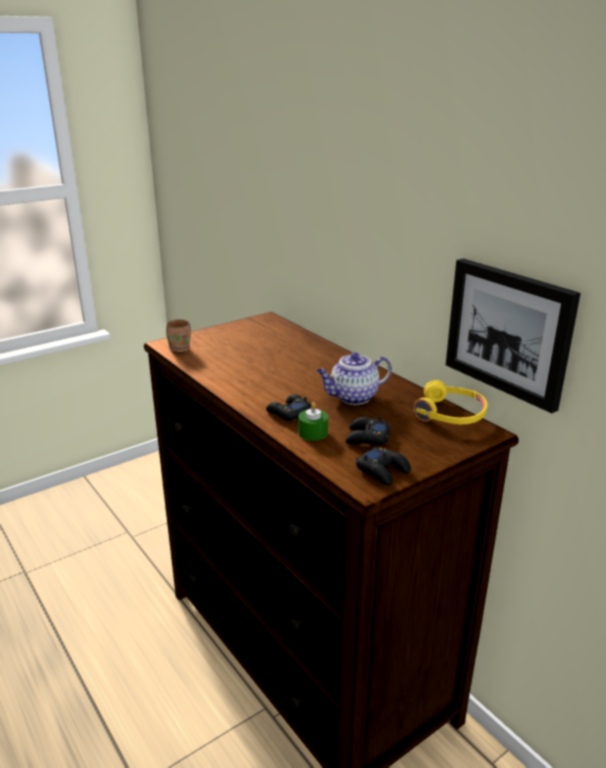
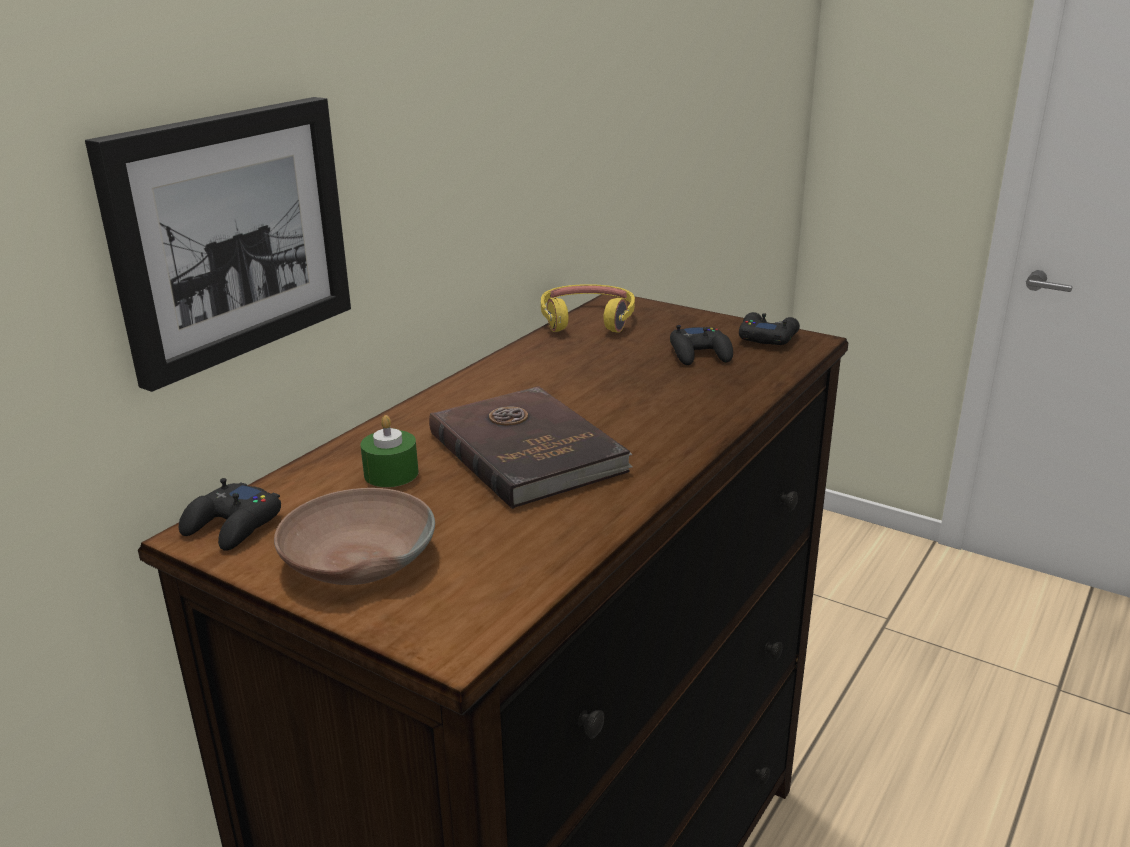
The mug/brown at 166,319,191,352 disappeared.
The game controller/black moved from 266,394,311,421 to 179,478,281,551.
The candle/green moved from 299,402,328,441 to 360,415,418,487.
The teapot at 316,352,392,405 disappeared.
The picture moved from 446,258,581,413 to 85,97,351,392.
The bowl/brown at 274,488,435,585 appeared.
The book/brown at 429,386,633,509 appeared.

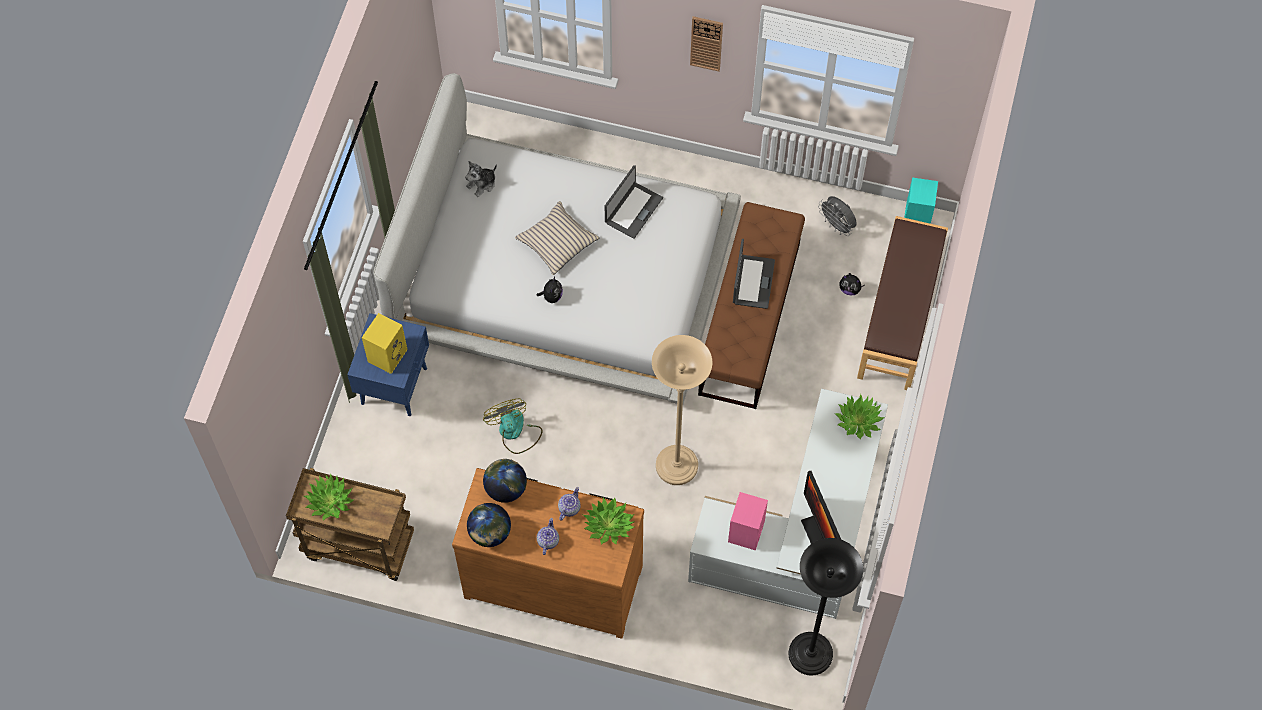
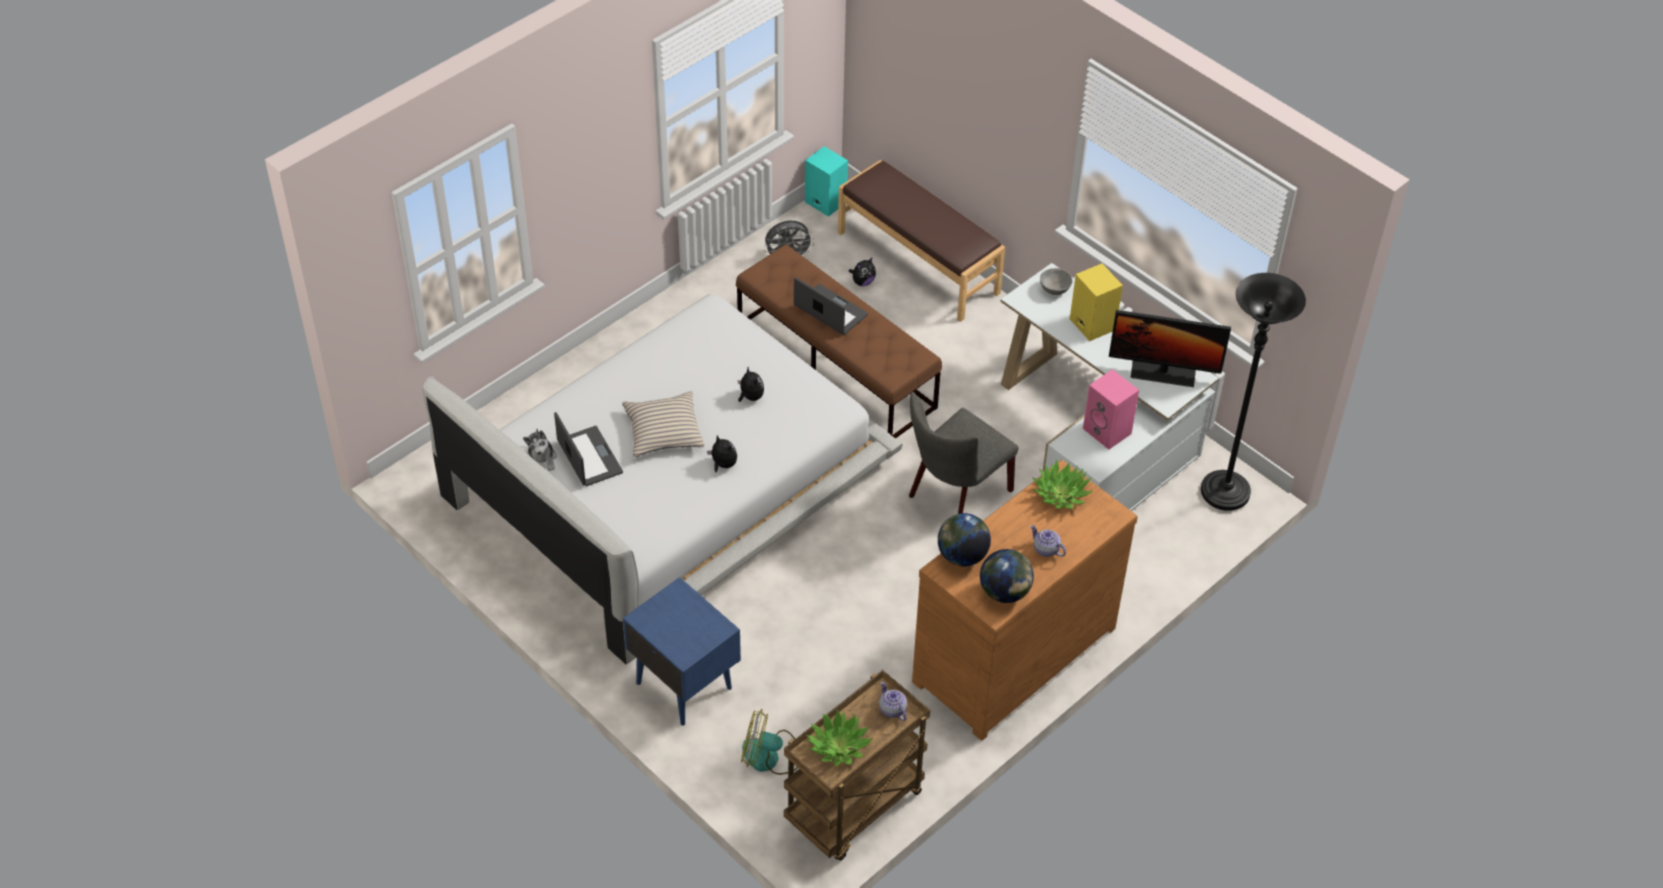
The speaker/yellow moved from 362,313,408,374 to 1070,263,1123,341.
The fan moved from 483,399,543,454 to 741,709,798,775.
The teapot moved from 558,487,581,521 to 879,681,907,721.
The laptop moved from 605,165,663,239 to 554,412,623,486.
The floor lamp/beige at 652,335,712,485 was replaced by the chair/grey at 909,392,1018,514.
The wall clock at 690,16,723,71 disappeared.
The potted plant at 835,394,885,439 was replaced by the bowl/grey at 1040,268,1072,295.
The plush toy at 738,367,764,402 appeared.

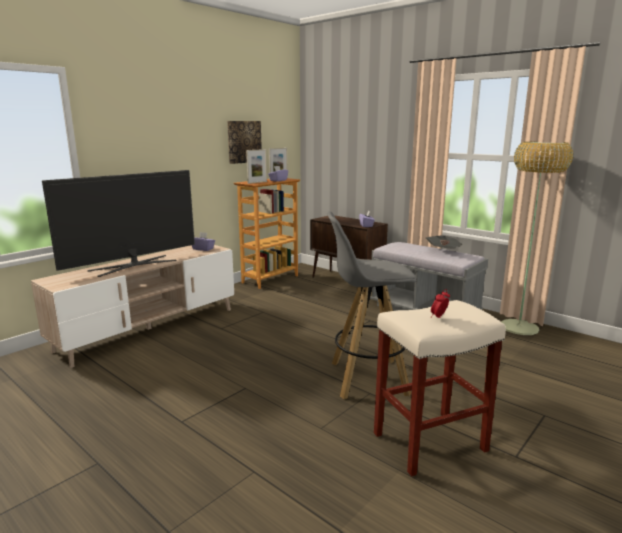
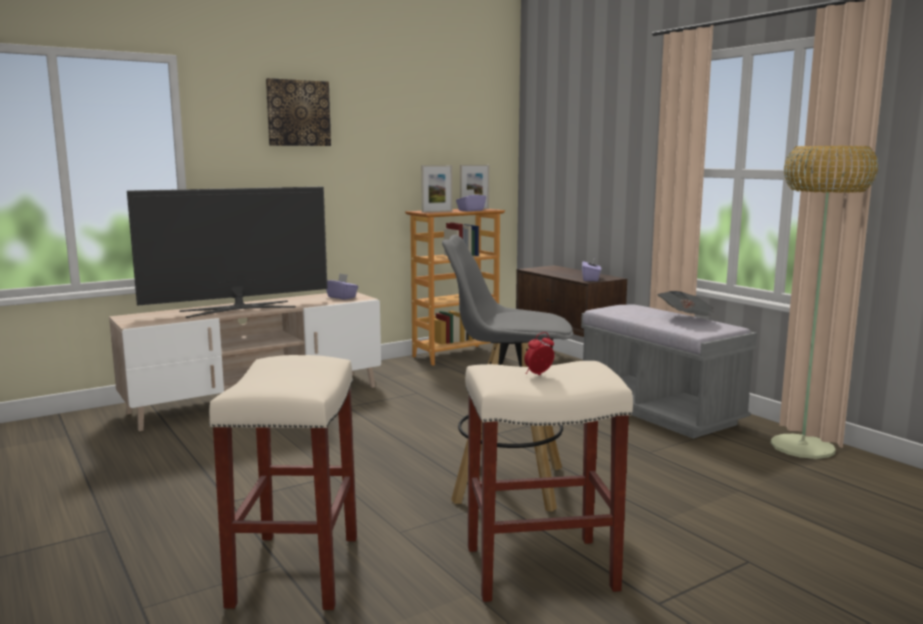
The picture moved from 227,121,262,164 to 266,78,331,146.
The stool/beige at 209,355,357,610 appeared.

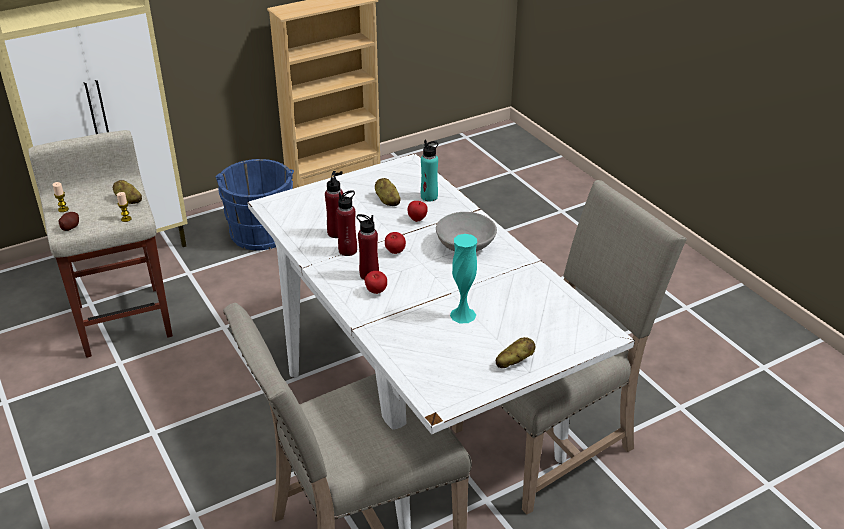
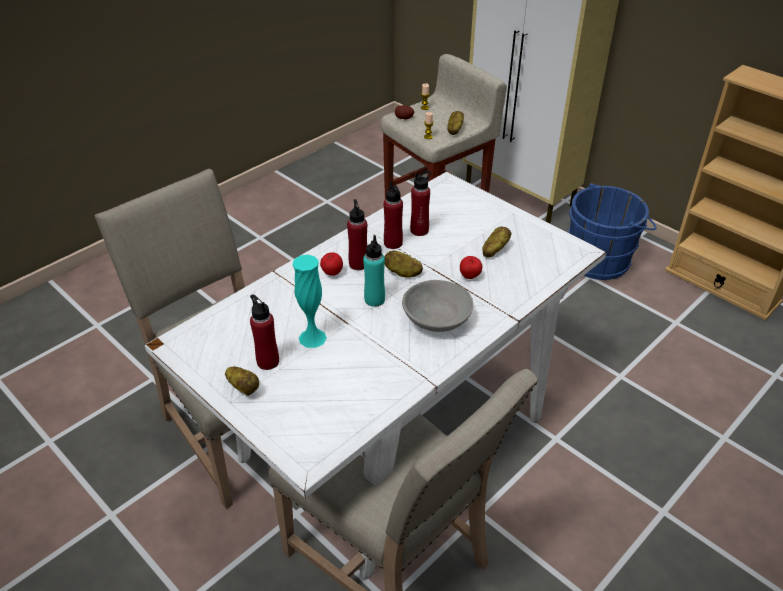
The apple at 385,232,406,254 was replaced by the potato at 384,250,423,278.
The bottle/turquoise moved from 421,140,438,202 to 363,235,385,307.
The bottle/red at 250,294,279,370 appeared.

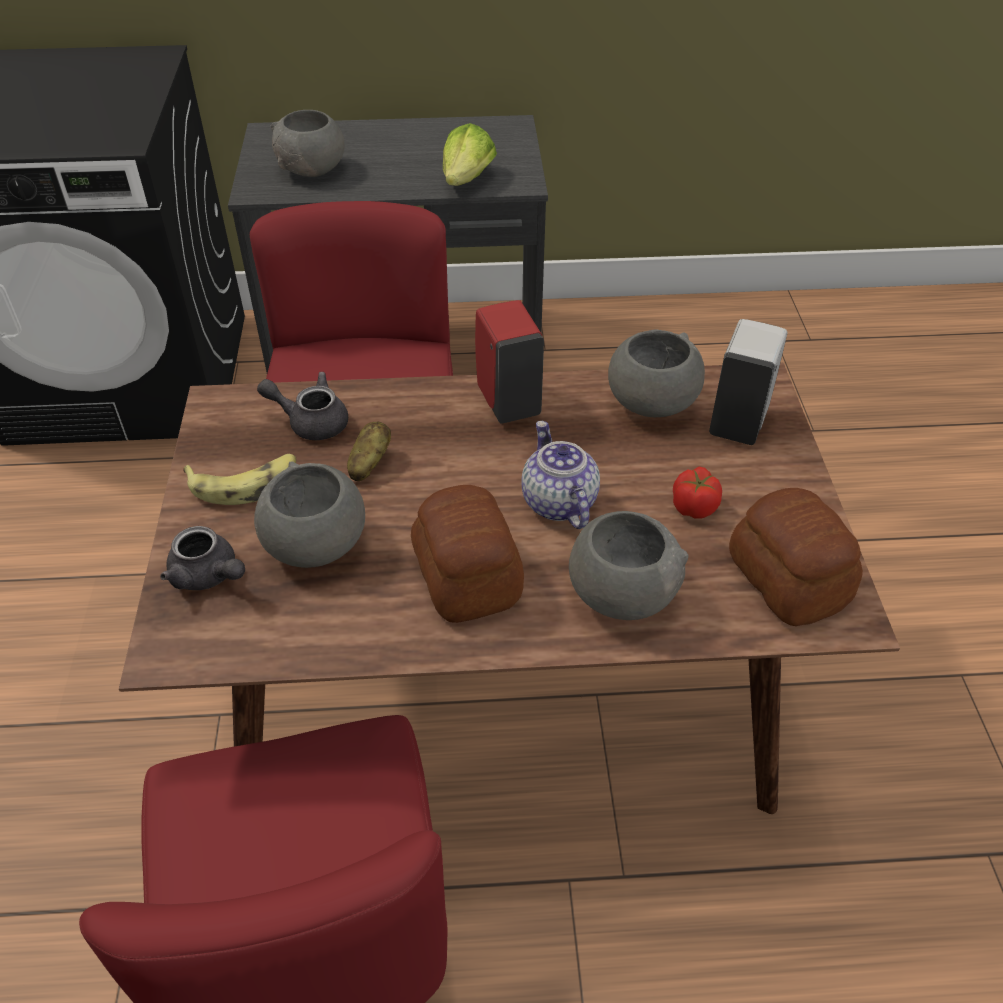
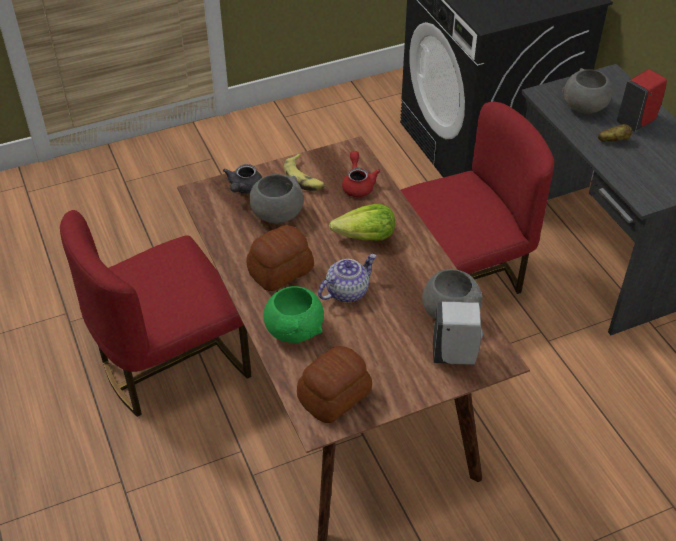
The teapot/grey at 257,372,348,440 became the teapot/red at 342,151,380,197.
The potato moved from 347,422,391,481 to 598,124,632,142.
The lettuce moved from 443,123,497,186 to 329,204,395,241.
The soap dispenser/red moved from 475,300,544,424 to 617,69,667,132.
The bowl/grey at 569,511,689,620 became the bowl/green at 264,286,324,343.
The tomato at 673,467,722,519 disappeared.

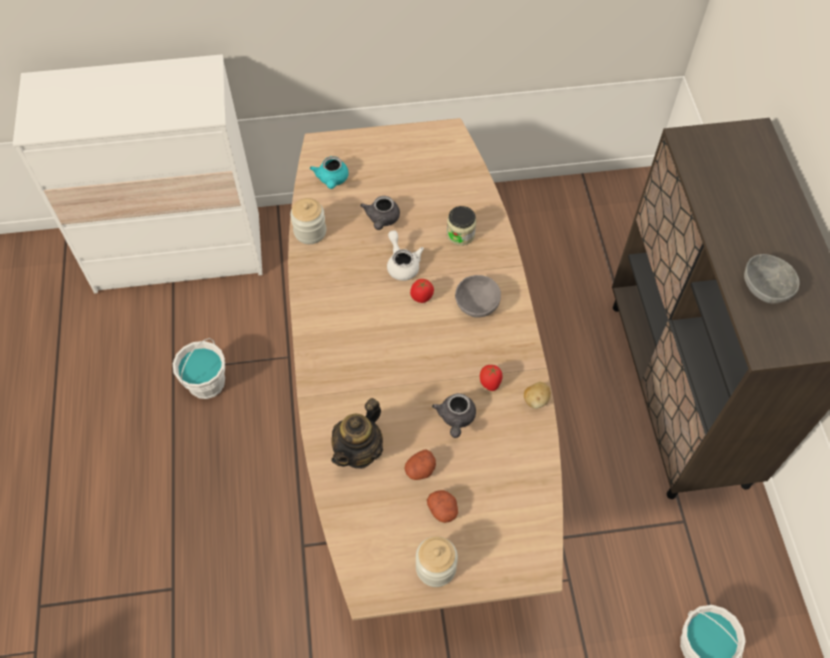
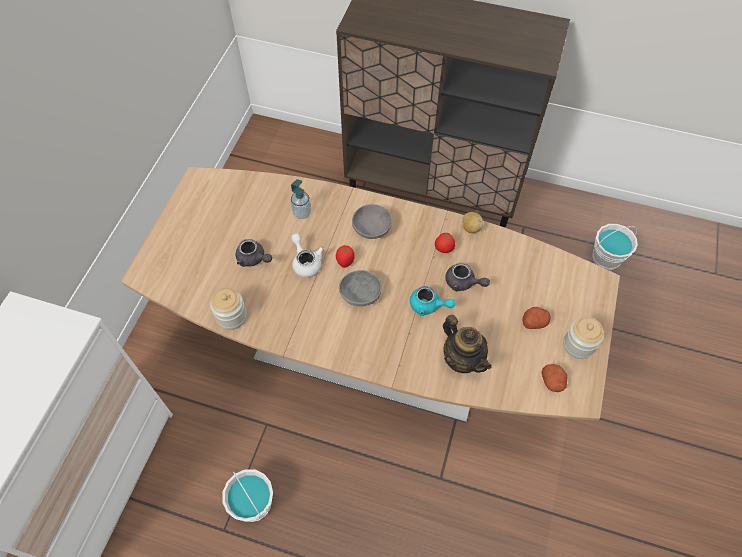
The teapot/turquoise moved from 310,156,349,189 to 410,286,455,316.
The teapot/white at 387,231,424,281 turned 60 degrees clockwise.
The potato moved from 404,449,436,480 to 542,364,568,392.
The jar at 447,206,476,246 was replaced by the soap dispenser at 290,179,311,219.
The bowl/grey moved from 744,254,800,304 to 339,270,382,306.

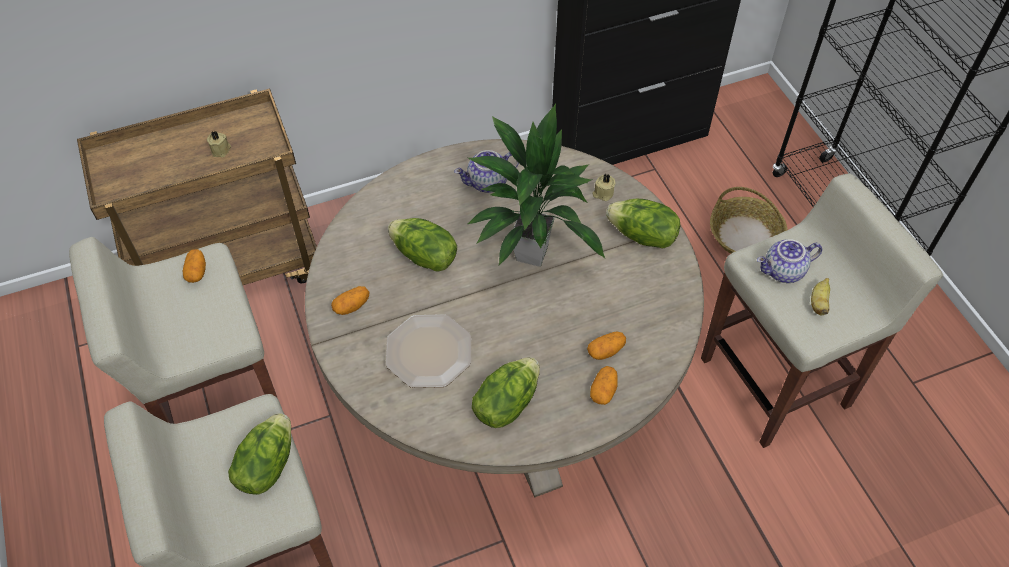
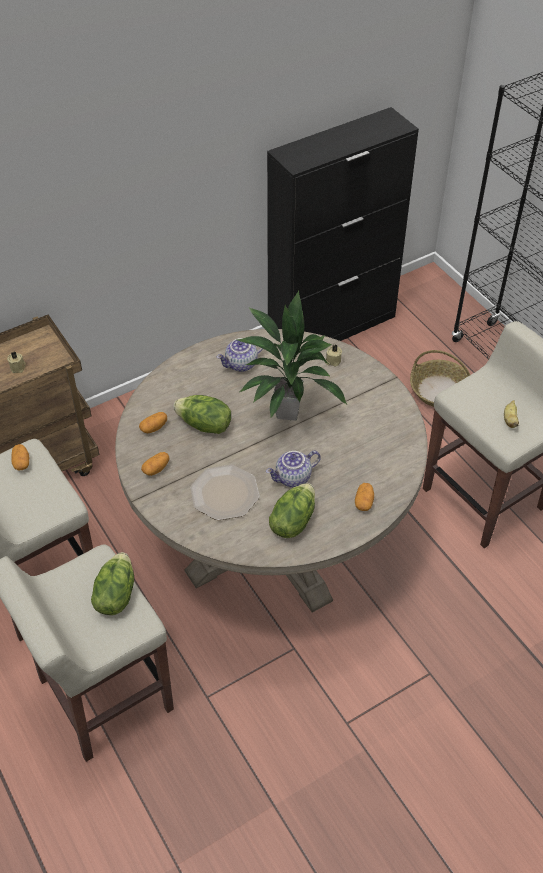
The potato moved from 587,331,626,360 to 139,412,167,433.
The lettuce at 606,199,680,248 disappeared.
The teapot moved from 757,239,822,283 to 266,450,321,487.

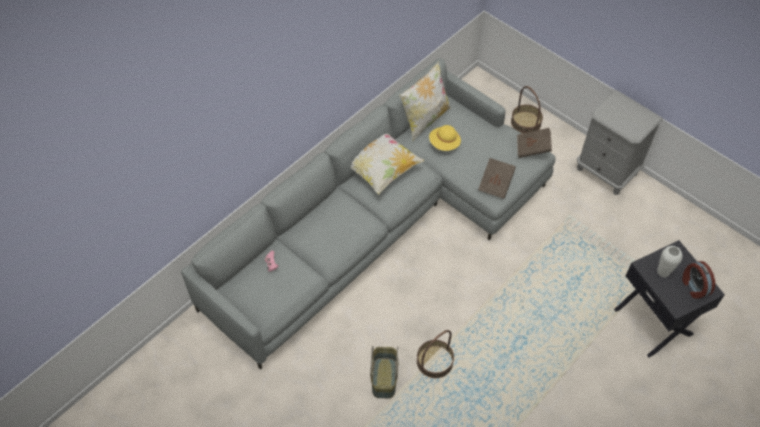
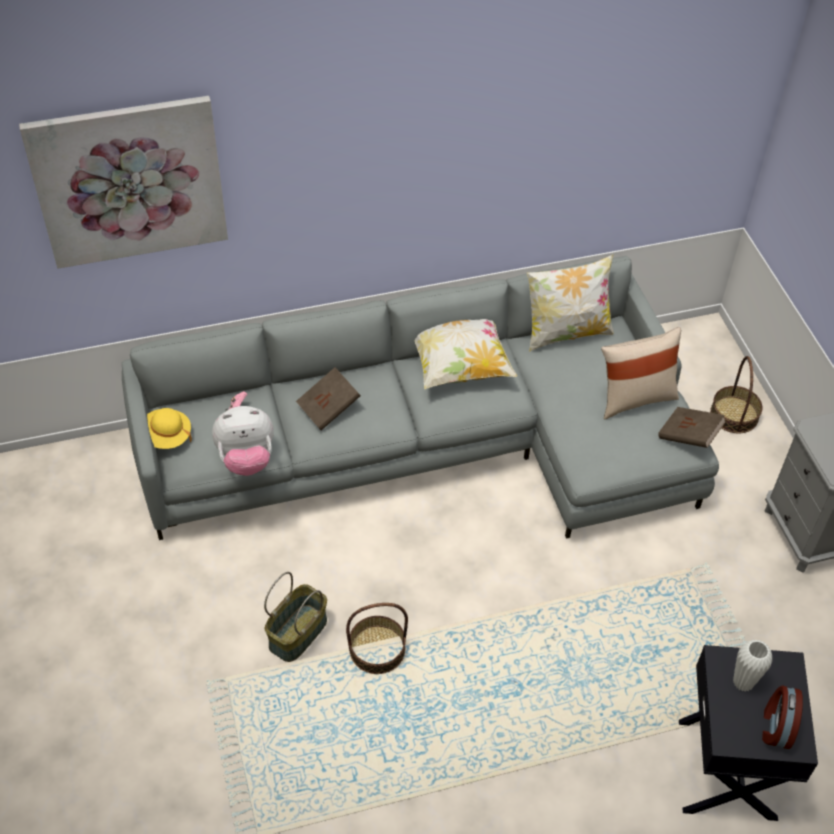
The hat/yellow moved from 429,125,461,151 to 147,408,192,449.
The book/brown moved from 479,158,516,199 to 296,367,361,430.
The picture at 19,96,228,269 appeared.
The plush toy at 212,406,273,476 appeared.
The pillow/beige at 601,327,681,419 appeared.

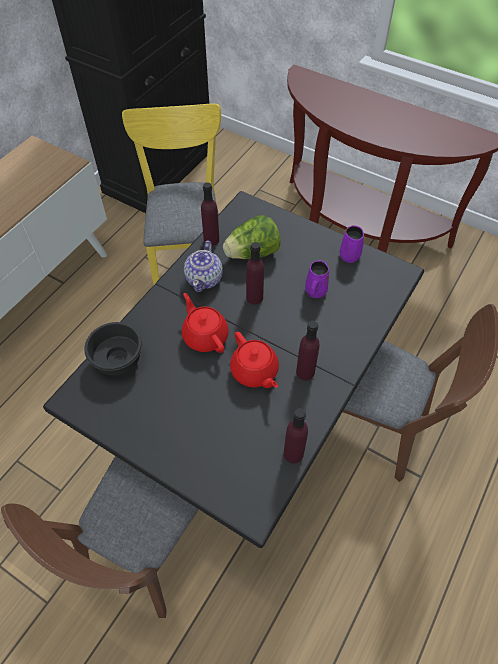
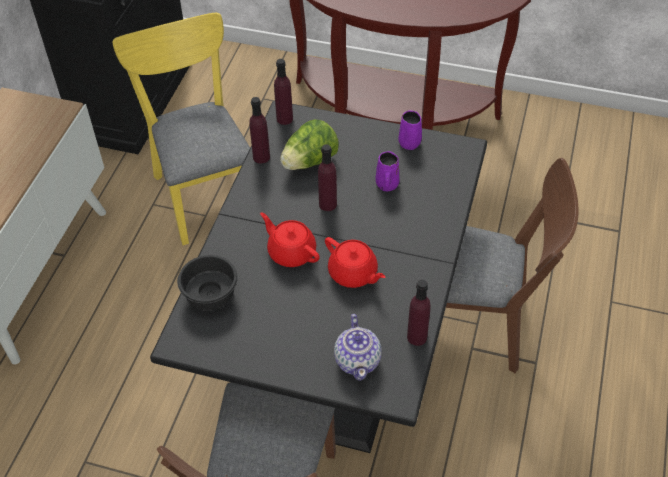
The teapot moved from 184,240,223,292 to 334,314,382,381.
The bottle/purple moved from 296,321,320,380 to 274,59,293,125.

